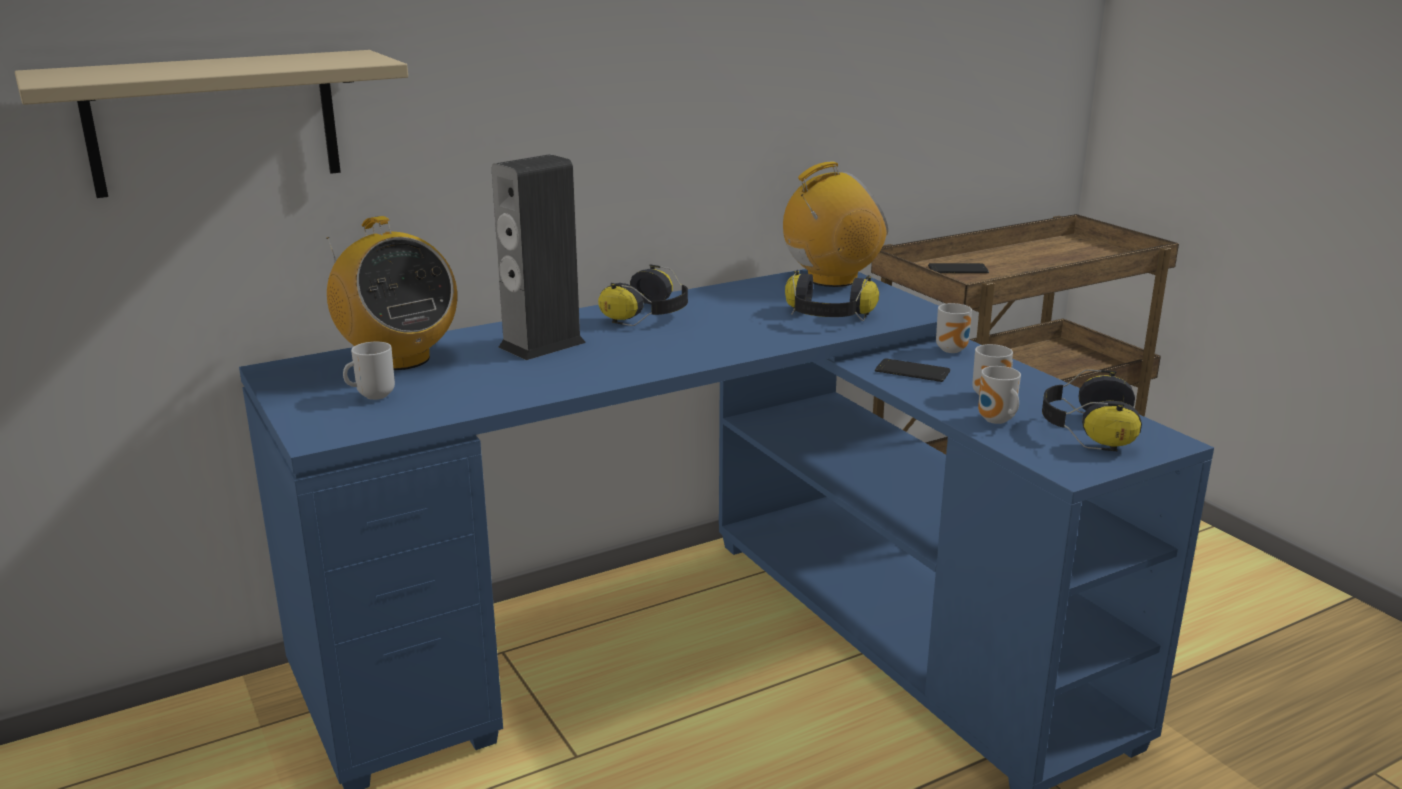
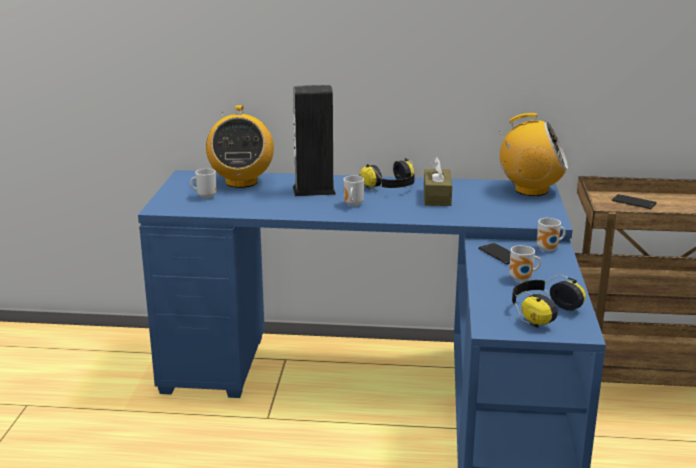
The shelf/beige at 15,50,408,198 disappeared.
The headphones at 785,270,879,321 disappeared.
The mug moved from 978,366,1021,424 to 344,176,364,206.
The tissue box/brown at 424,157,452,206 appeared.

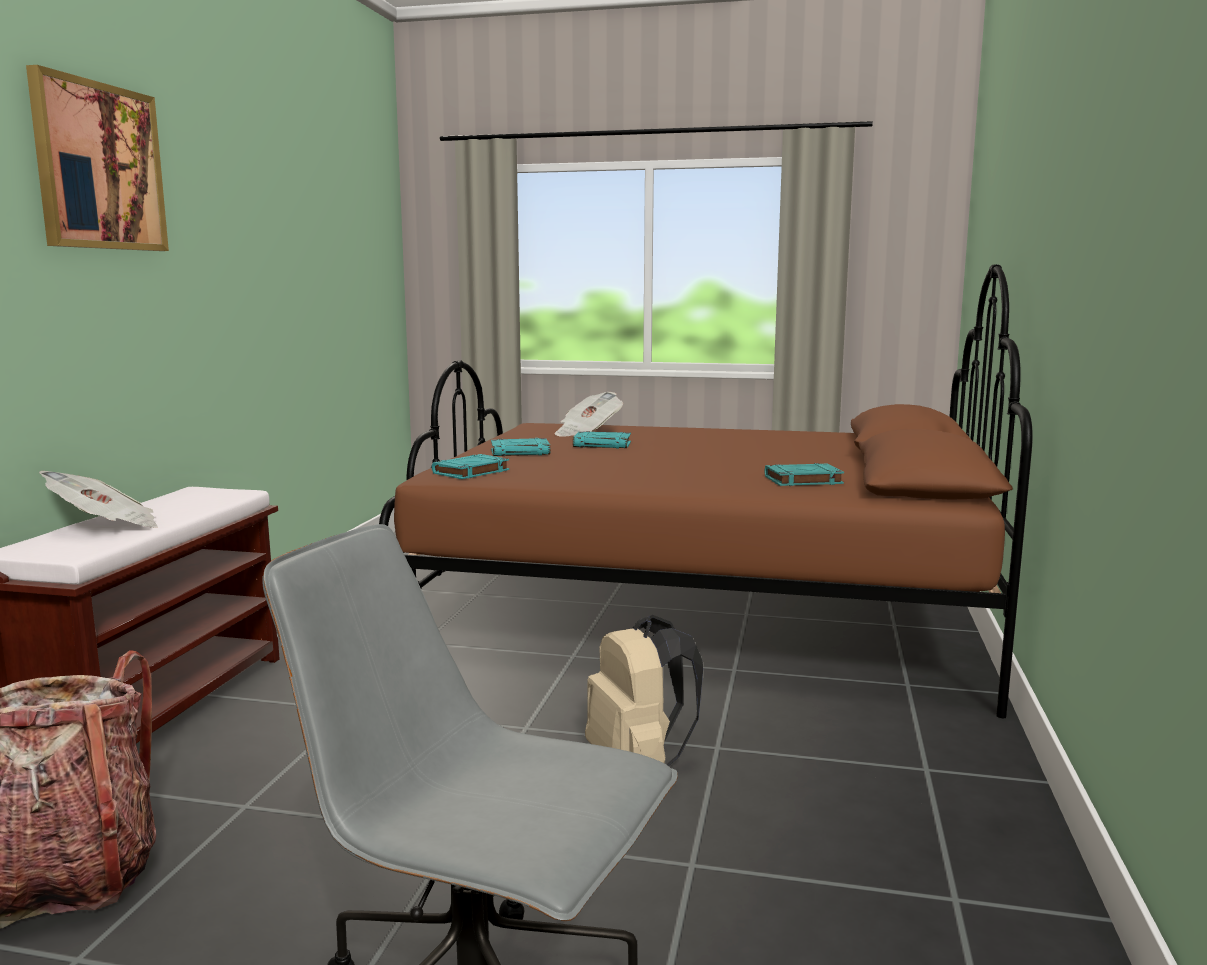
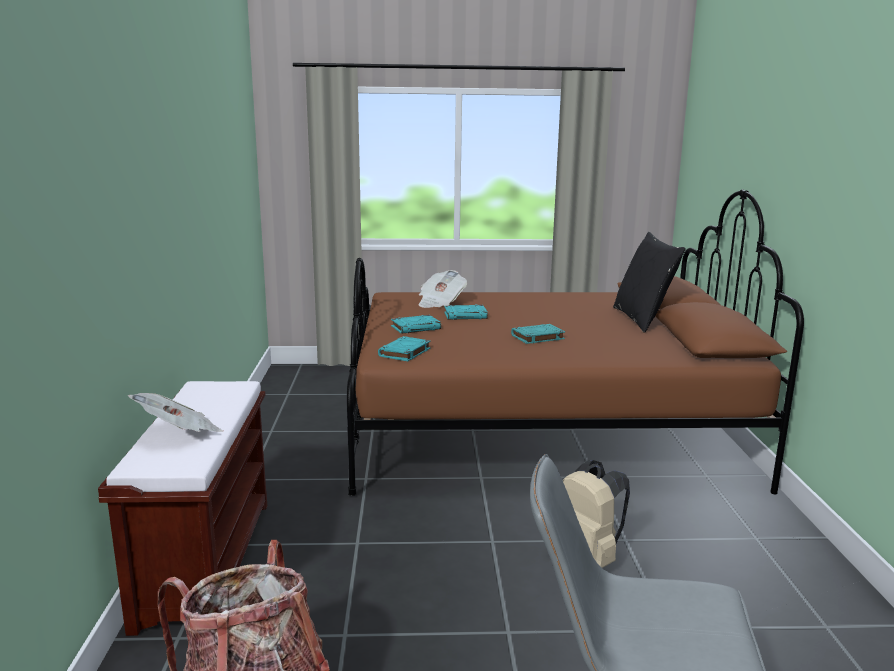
The picture at 26,65,169,251 disappeared.
The book/turquoise moved from 765,463,844,486 to 511,324,565,344.
The pillow/black at 613,232,686,333 appeared.

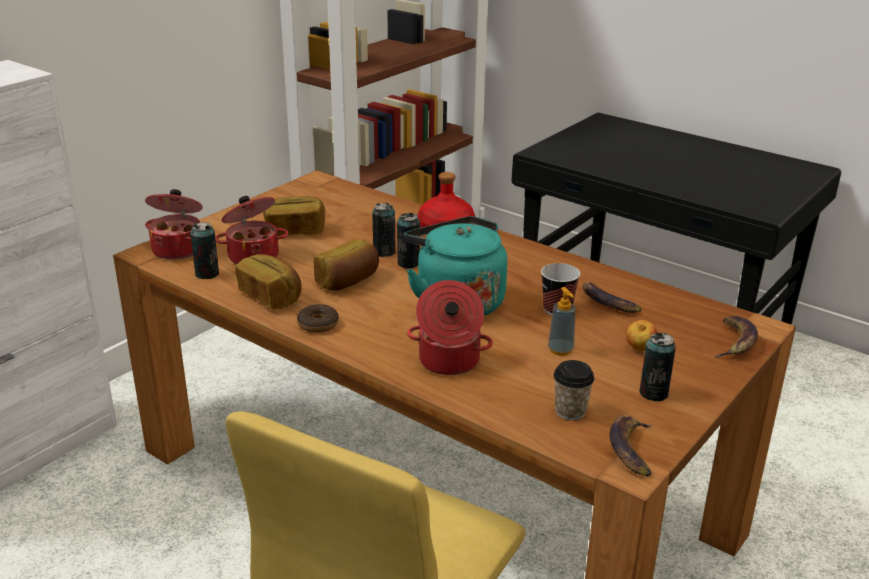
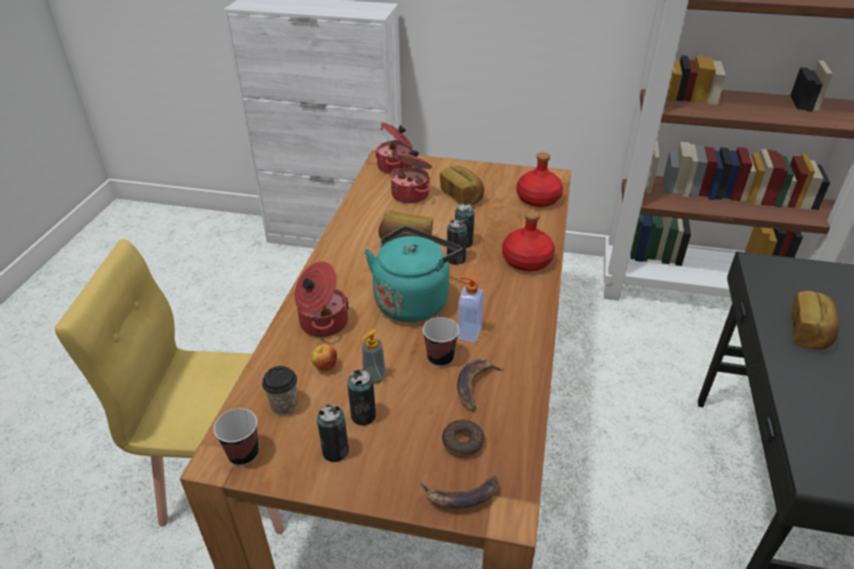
The can moved from 190,222,219,279 to 347,370,376,426.
The bread moved from 235,254,302,309 to 791,291,840,350.
The donut moved from 297,304,339,333 to 442,420,485,457.
The banana at 610,415,652,477 was replaced by the cup at 214,408,259,466.
The apple moved from 626,320,657,351 to 311,344,337,371.
The soap dispenser at 457,276,484,343 appeared.
The bottle/red at 516,152,563,207 appeared.

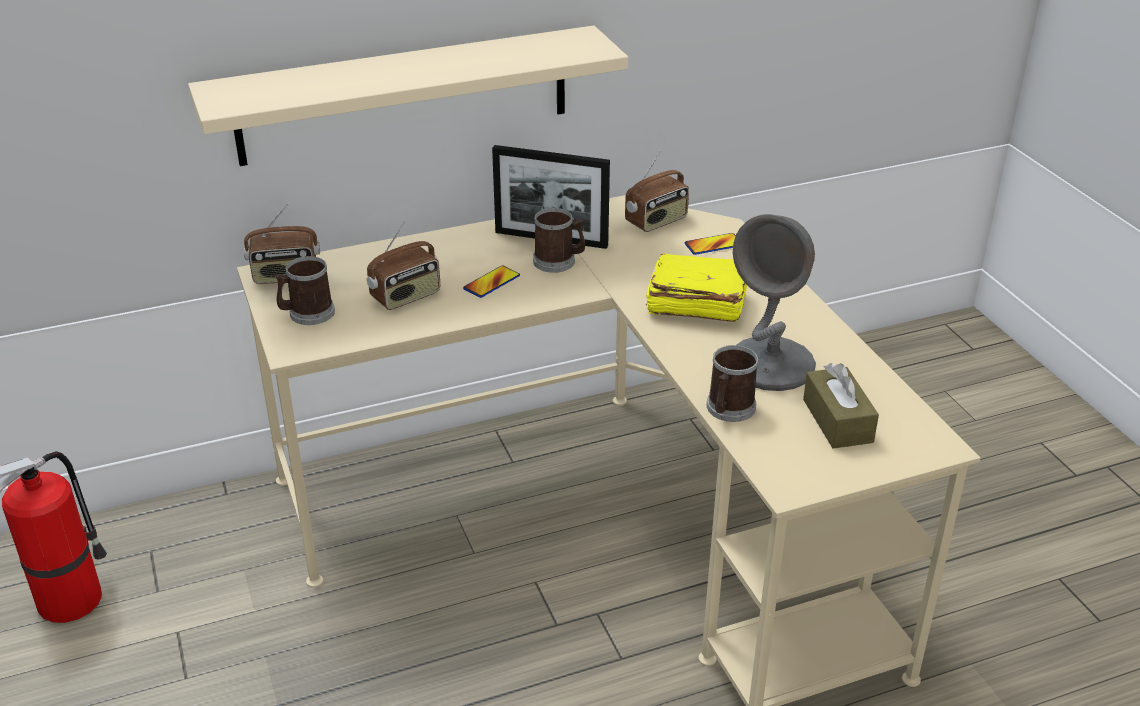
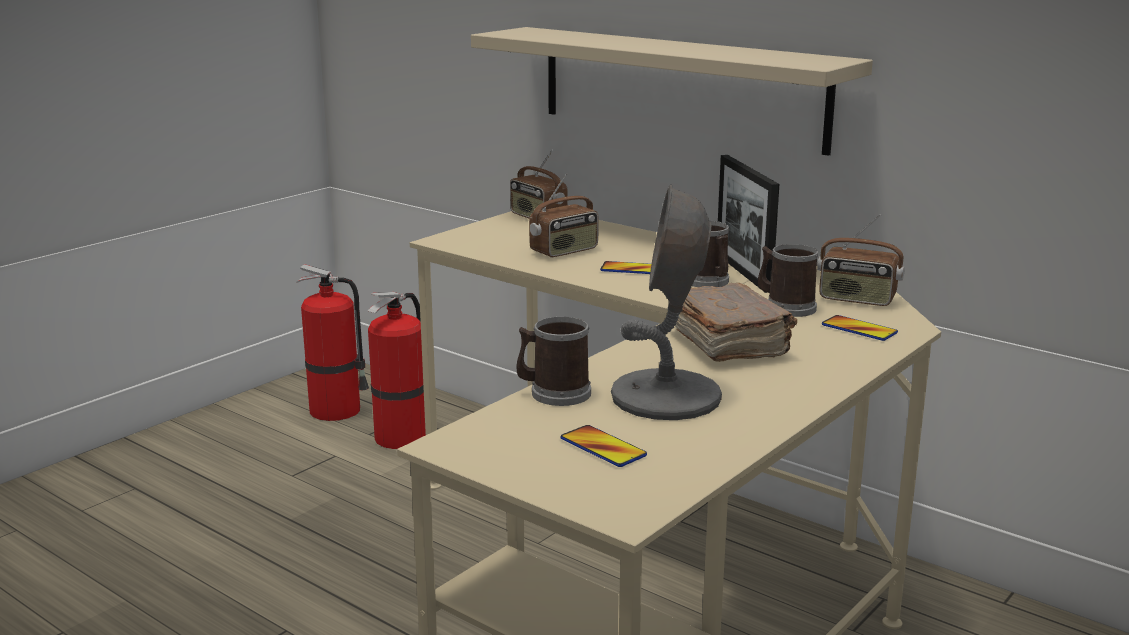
The mug moved from 275,256,335,325 to 758,244,818,317.
The radio at 367,221,440,310 turned 60 degrees counterclockwise.
The book/yellow at 645,253,747,322 became the book/brown at 667,283,797,362.
The tissue box/brown at 803,363,879,449 was replaced by the phone at 561,425,647,467.
The fire extinguisher at 368,292,426,449 appeared.

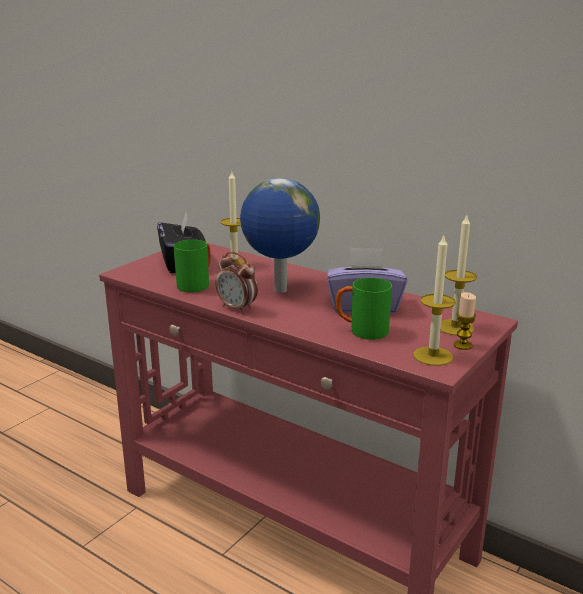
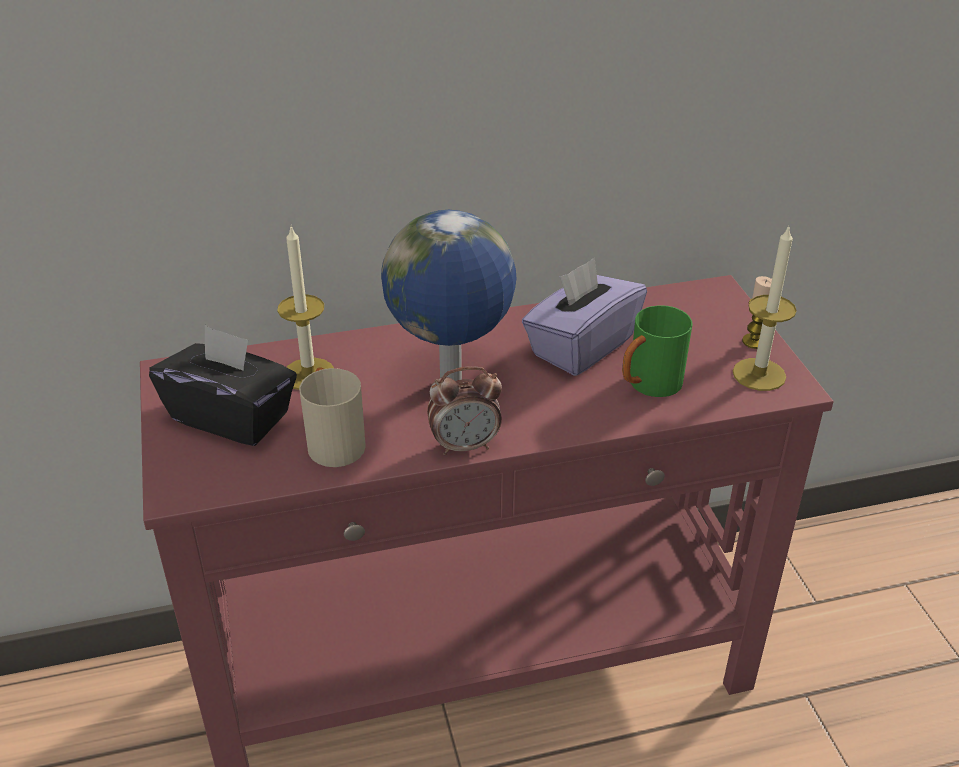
The mug/green at 173,240,211,293 became the mug/beige at 299,368,366,467.
The candle at 441,215,477,336 disappeared.

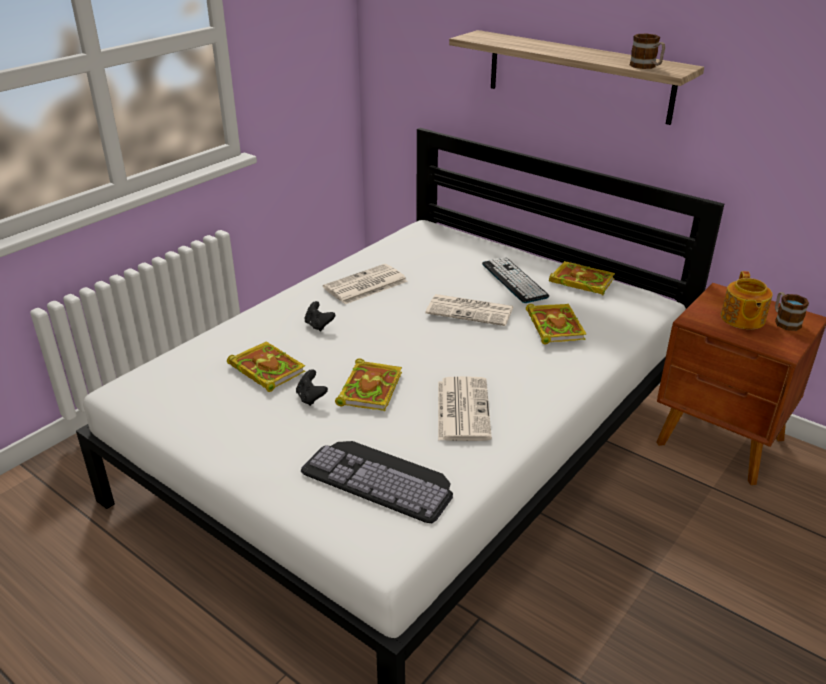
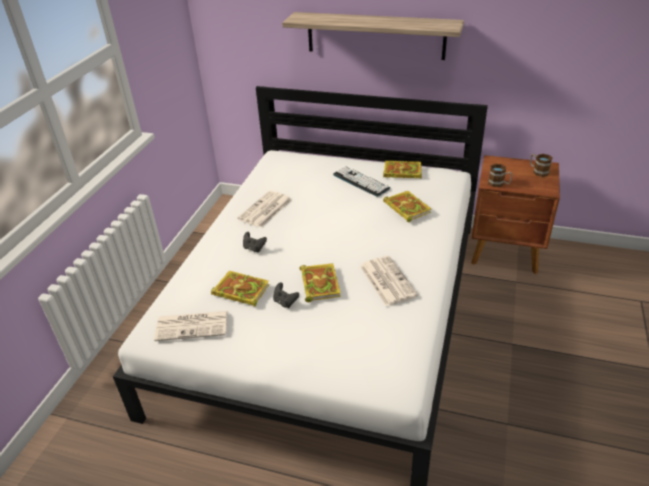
The keyboard at 301,441,453,523 disappeared.
The newspaper moved from 425,294,513,326 to 154,311,228,341.
The mug moved from 630,34,665,69 to 488,164,513,187.
The teapot at 721,271,773,329 disappeared.

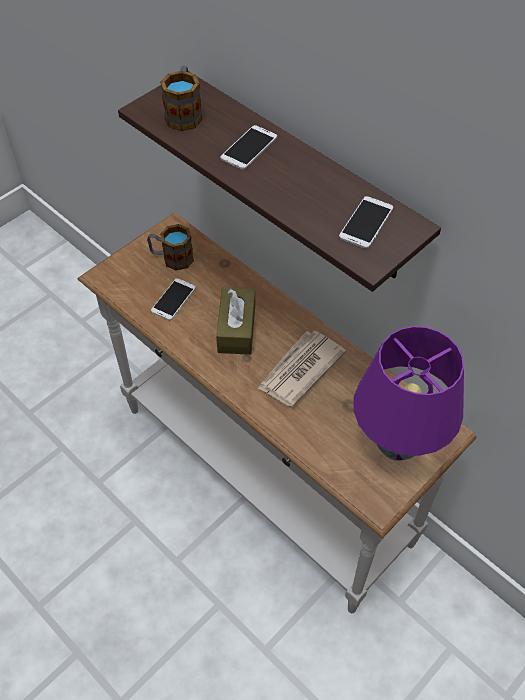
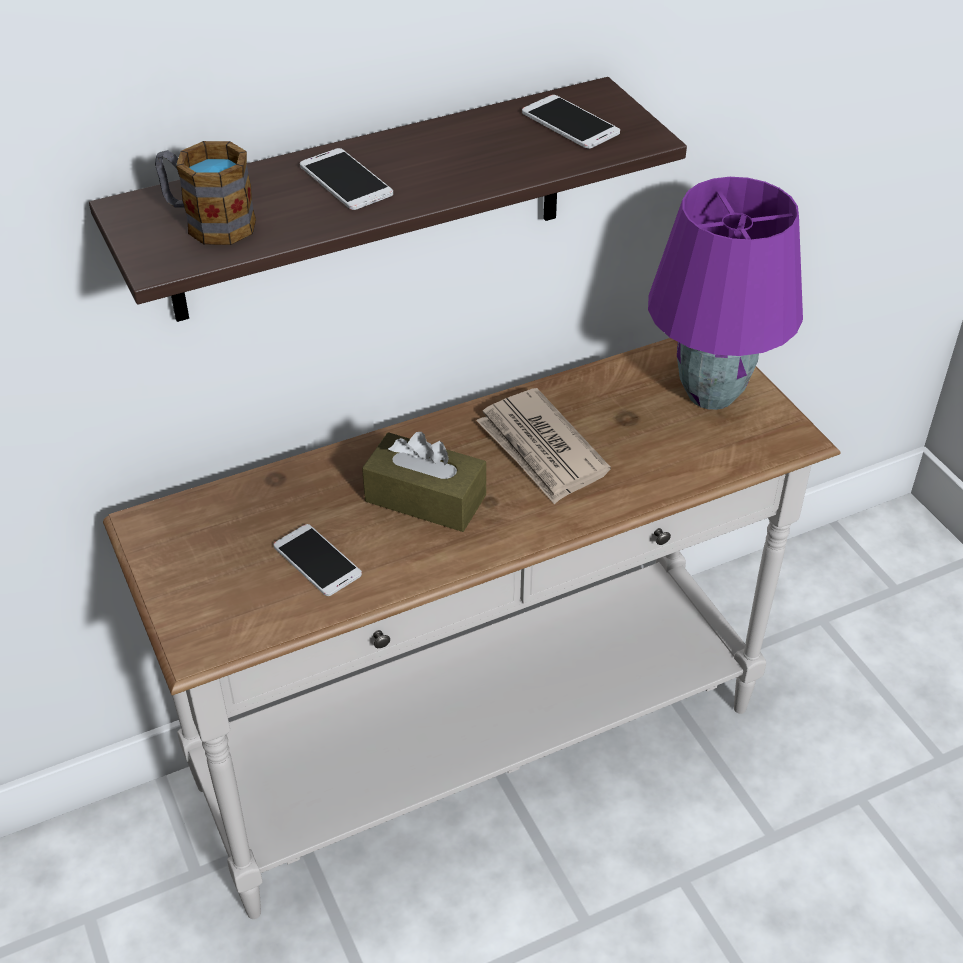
The mug at 147,224,194,270 disappeared.

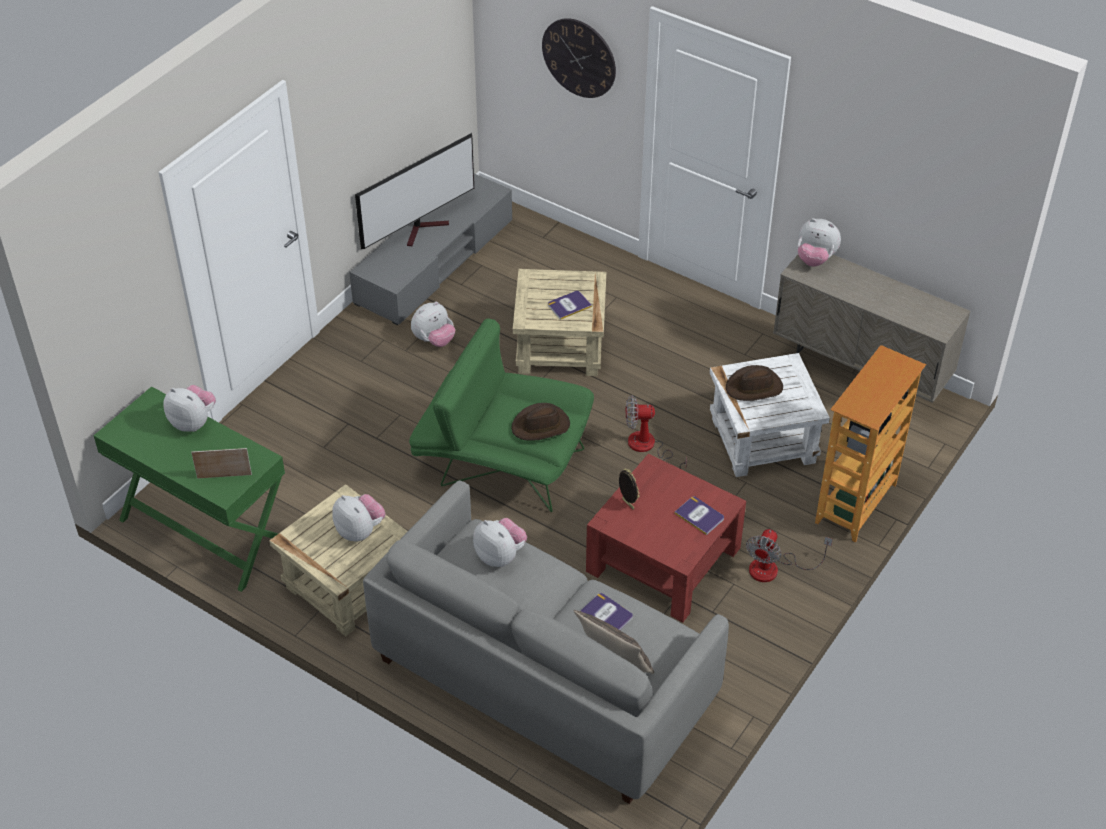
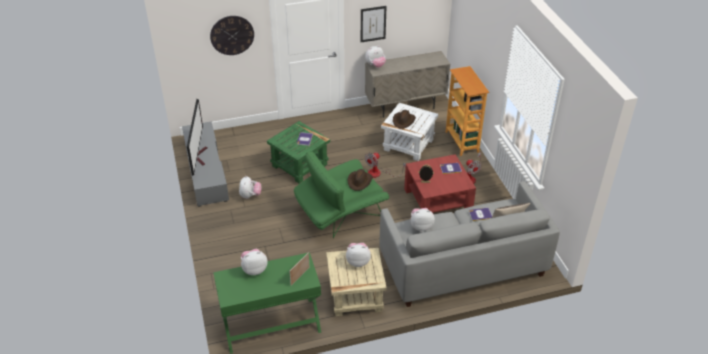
The side table/beige at 513,269,606,376 became the side table/green at 267,121,330,183.
The picture at 361,6,387,42 appeared.

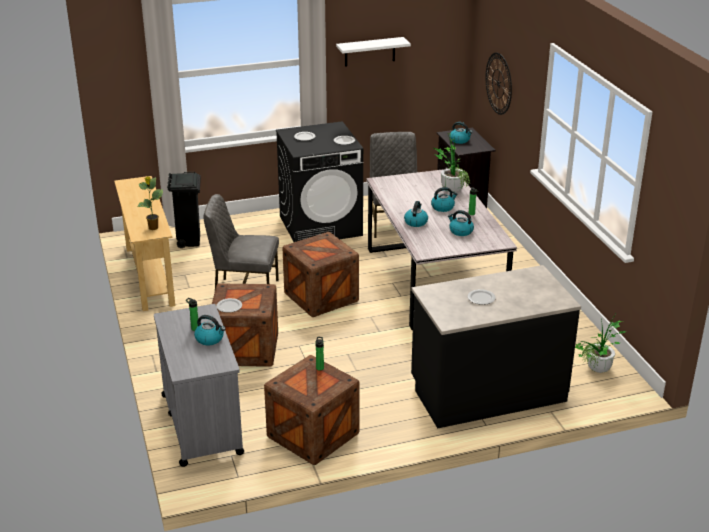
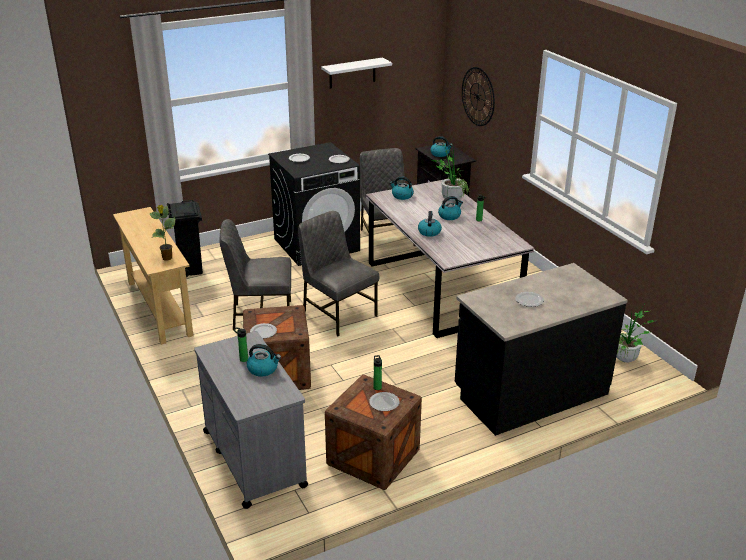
The crate at 282,232,359,317 was replaced by the chair/grey at 298,211,379,336.
The kettle moved from 448,210,474,236 to 390,177,414,200.
The plate at 369,392,399,411 appeared.

